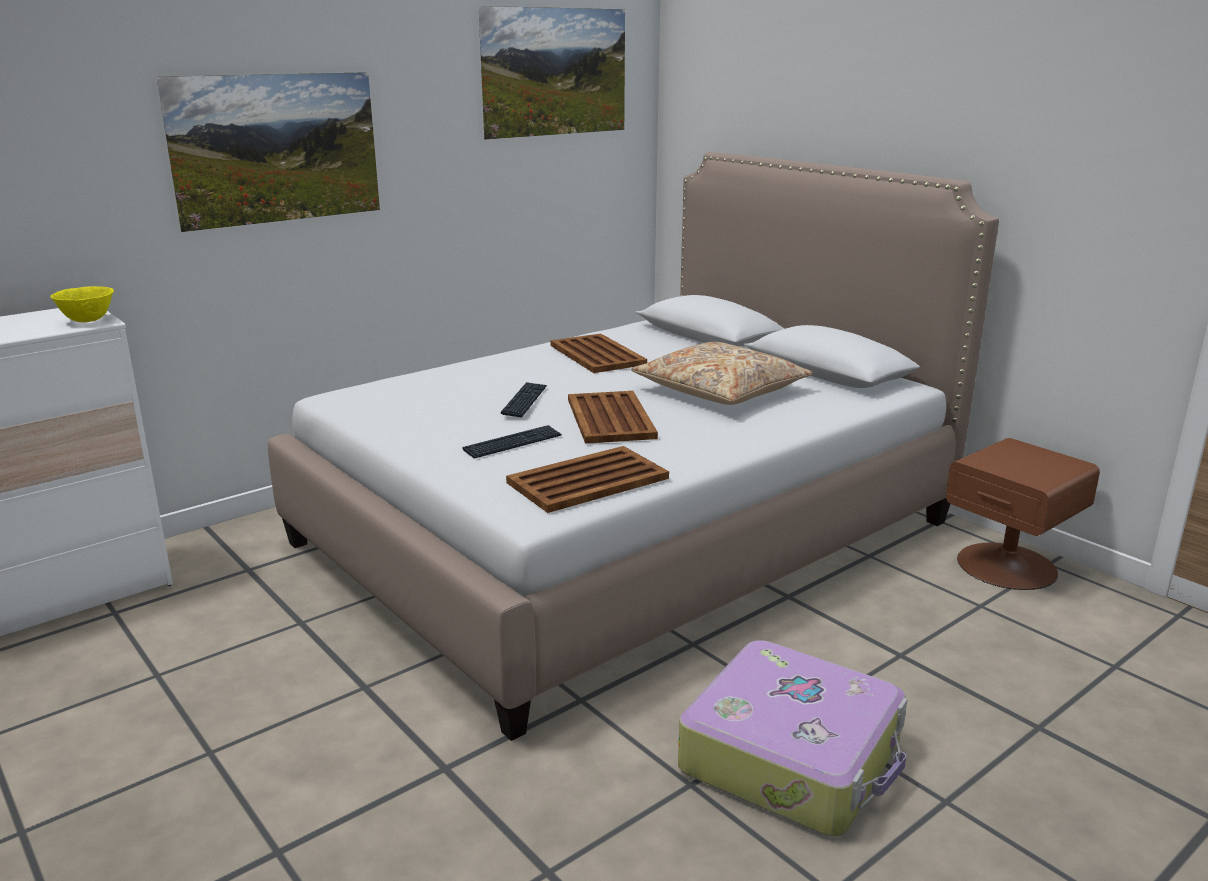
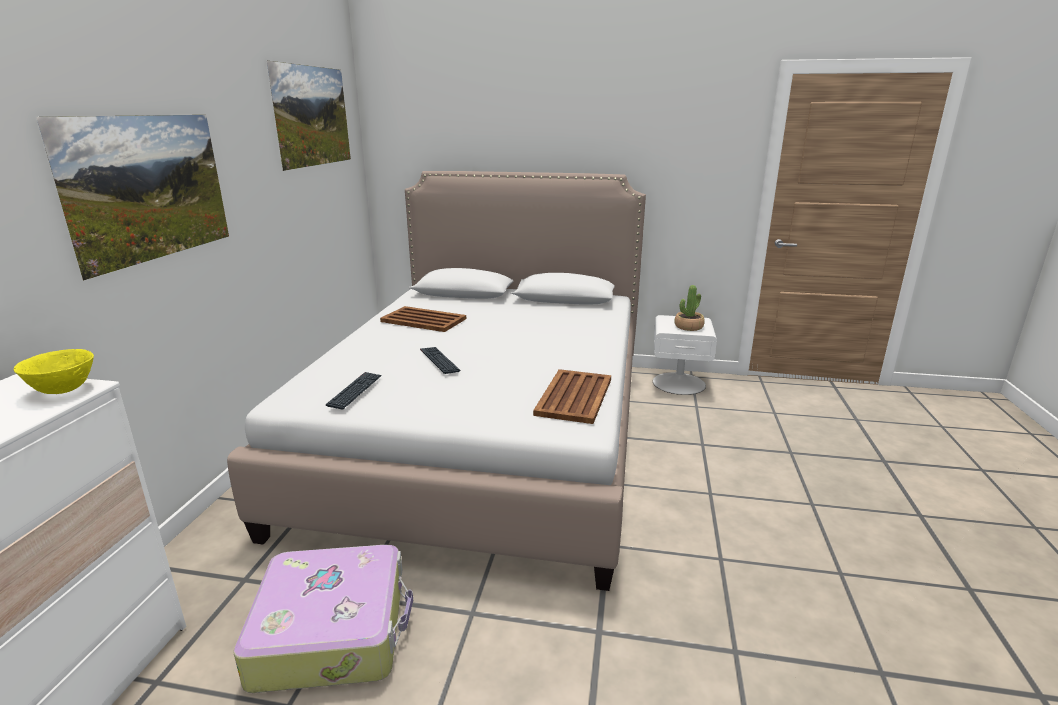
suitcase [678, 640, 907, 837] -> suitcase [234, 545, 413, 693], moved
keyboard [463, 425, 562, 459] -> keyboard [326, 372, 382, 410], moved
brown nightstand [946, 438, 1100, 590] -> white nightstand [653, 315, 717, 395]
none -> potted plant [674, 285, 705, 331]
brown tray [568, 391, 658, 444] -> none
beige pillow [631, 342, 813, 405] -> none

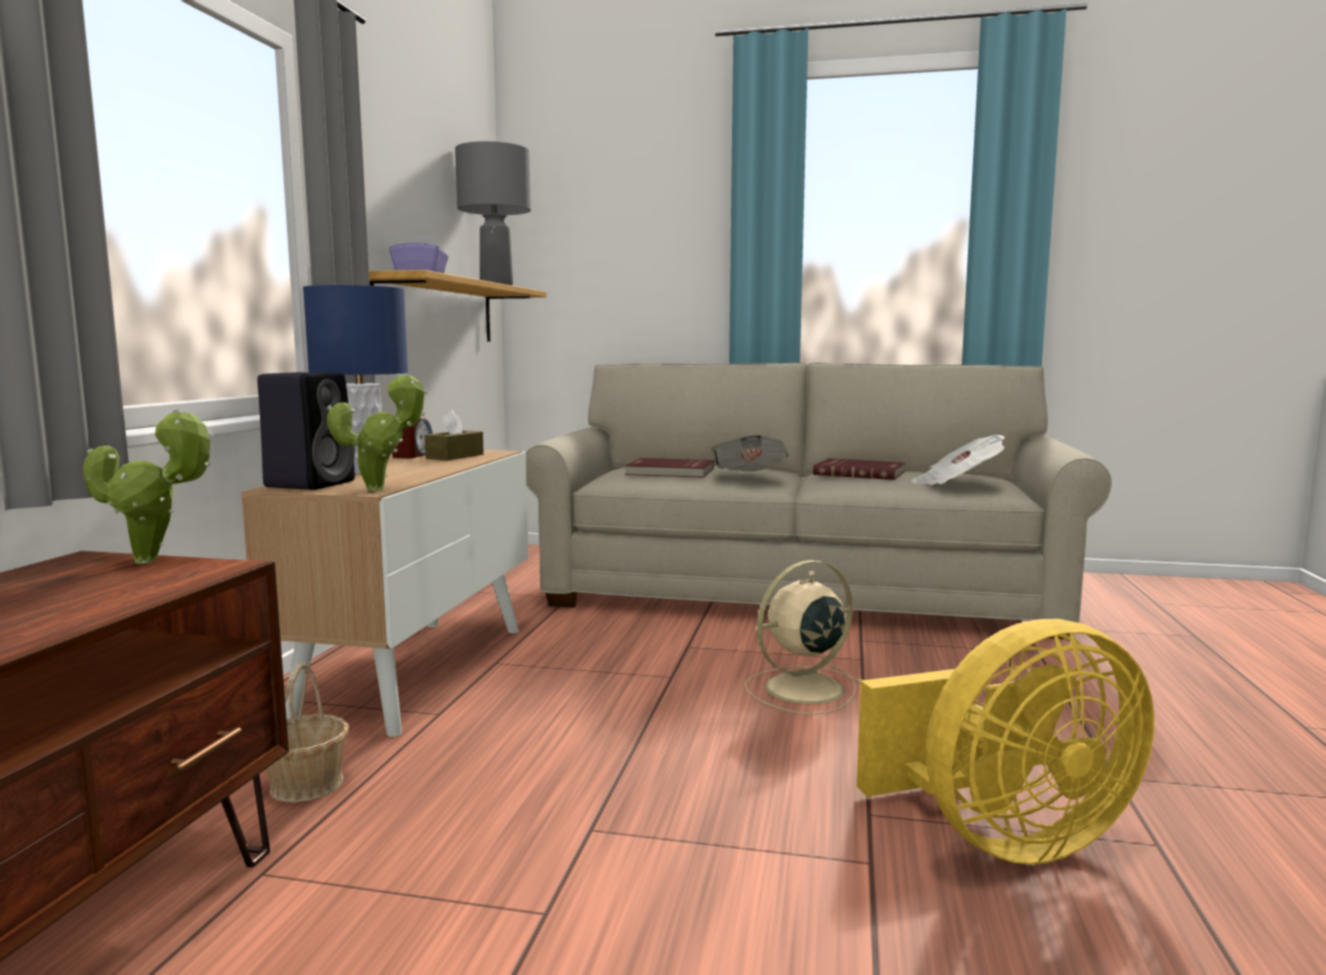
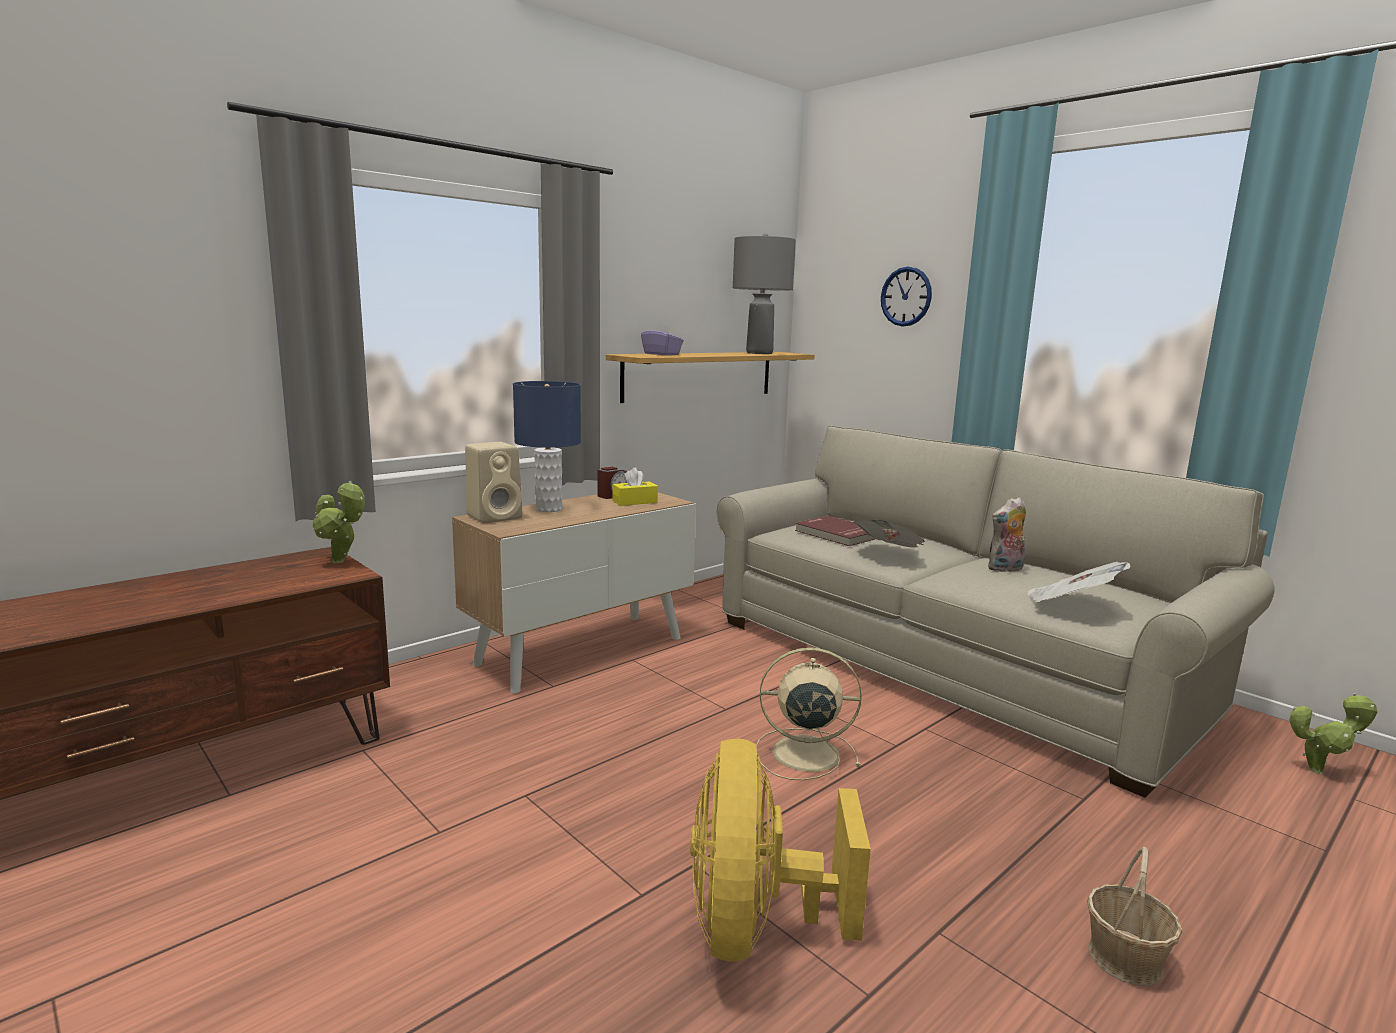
black speaker [257, 372, 355, 490] -> beige speaker [465, 442, 522, 523]
brown tissue box [425, 410, 484, 461] -> yellow tissue box [612, 468, 658, 506]
yellow fan [857, 619, 1154, 865] -> yellow fan [690, 738, 871, 962], 75 degrees clockwise
none -> wall clock [881, 266, 932, 327]
red book [813, 458, 905, 480] -> plush toy [988, 497, 1026, 572]
basket [266, 663, 349, 802] -> basket [1087, 847, 1182, 986], moved
potted plant [327, 374, 428, 491] -> potted plant [1290, 693, 1378, 774], moved

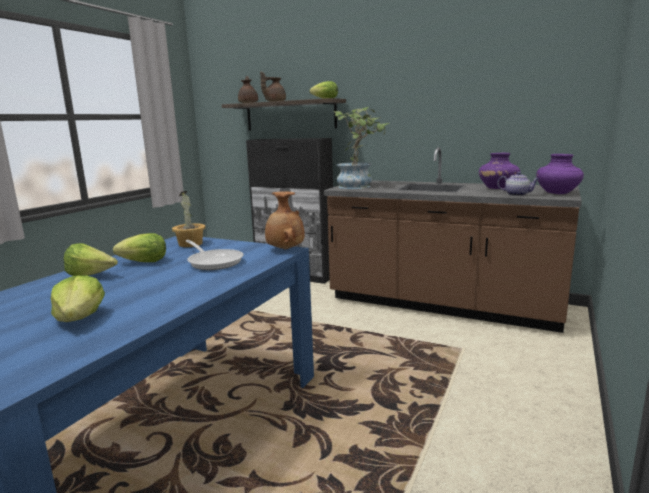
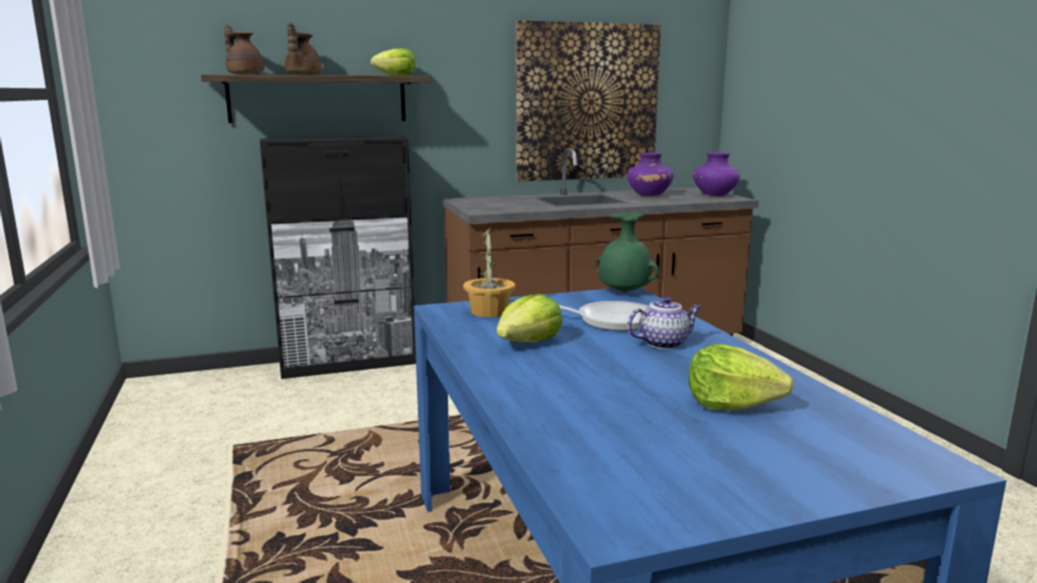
none -> picture [516, 20, 661, 181]
brown vase [265, 191, 305, 250] -> green vase [595, 213, 659, 292]
teapot [497, 172, 540, 196] -> teapot [627, 297, 701, 349], moved
lettuce [64, 243, 118, 276] -> none
potted plant [333, 107, 390, 189] -> none

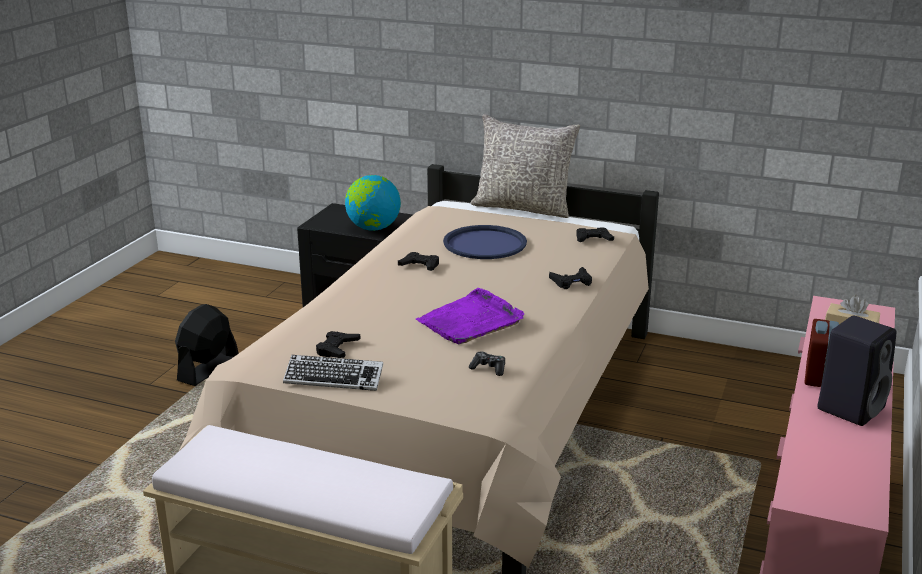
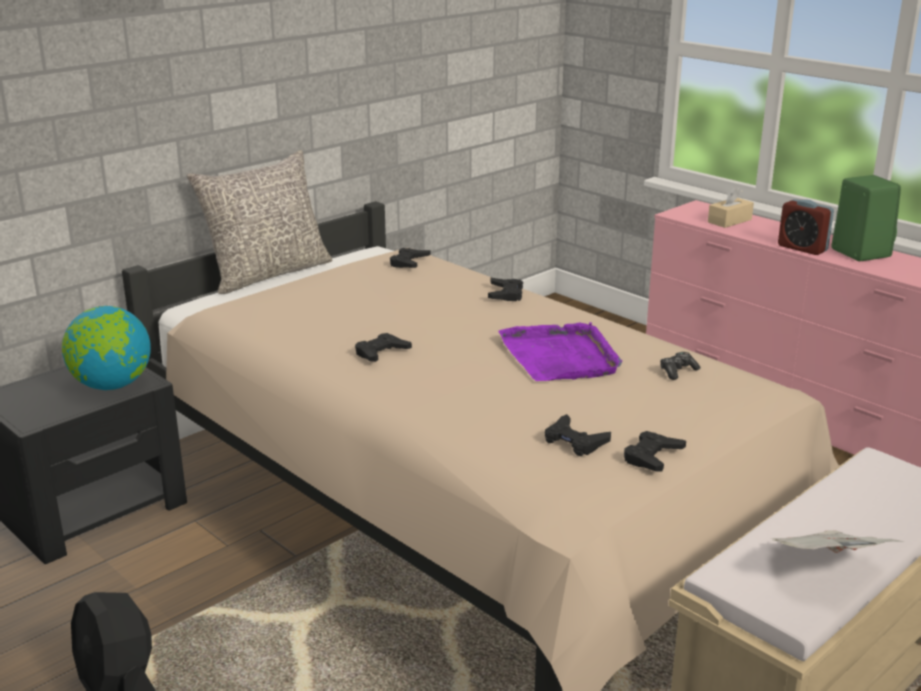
keyboard [283, 355, 383, 391] -> black game controller [624, 431, 686, 471]
none -> newspaper [771, 530, 903, 553]
black speaker [817, 316, 896, 426] -> green speaker [832, 175, 901, 261]
blue tray [443, 225, 527, 259] -> none

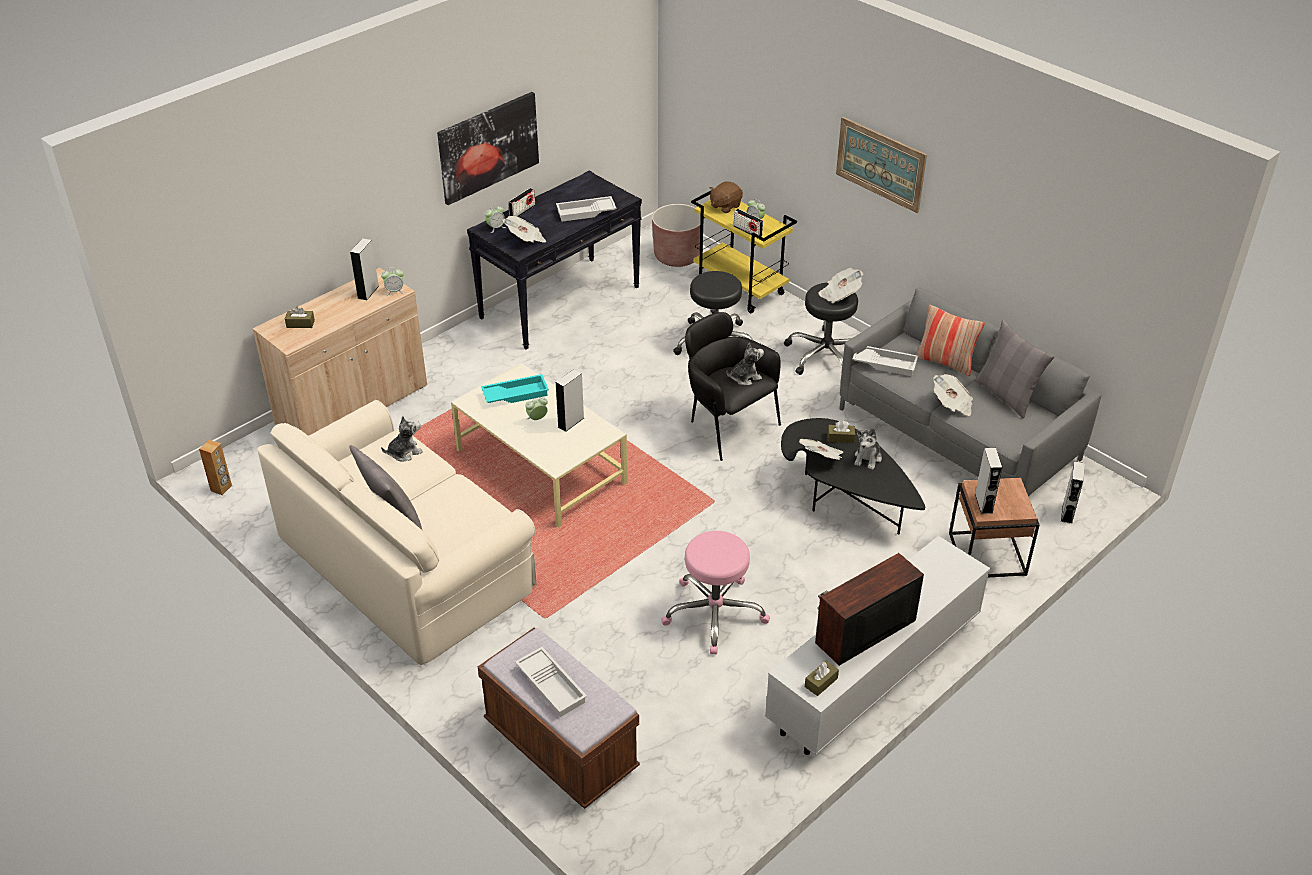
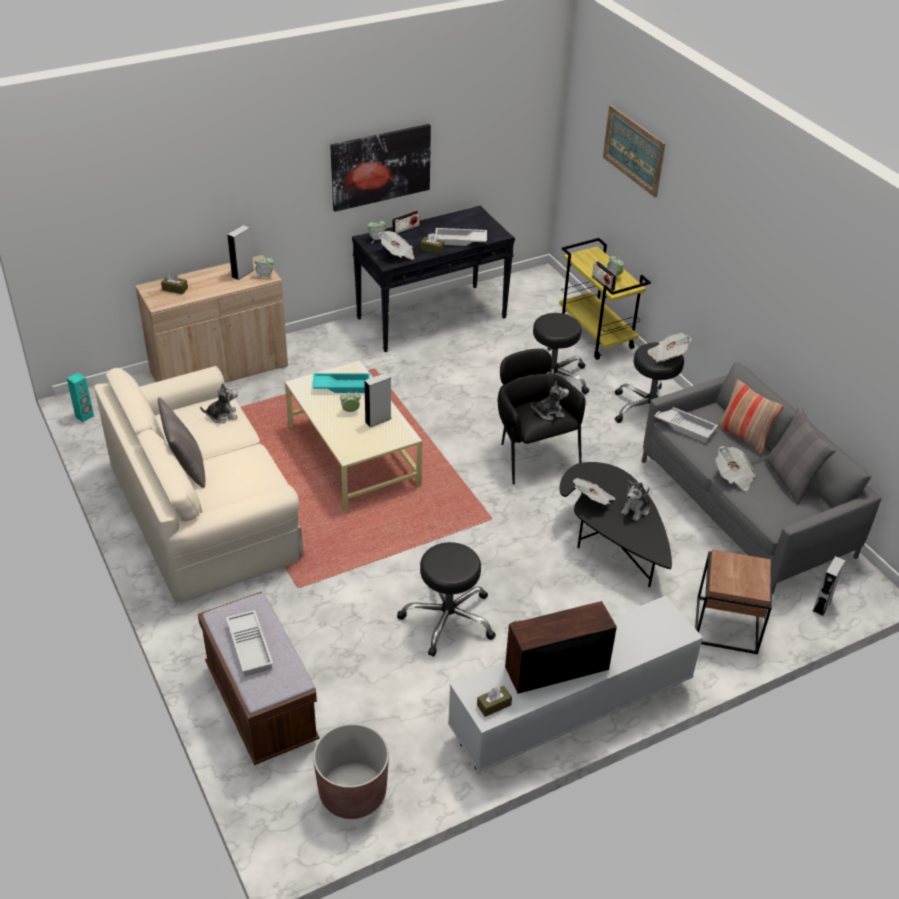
brown speaker [199, 440, 232, 495] -> turquoise speaker [67, 373, 94, 422]
brown planter [652, 204, 704, 267] -> brown planter [313, 723, 389, 819], moved
pink stool [661, 531, 770, 655] -> black stool [397, 542, 496, 657]
brown tissue box [828, 420, 855, 443] -> brown tissue box [421, 233, 444, 254], moved
picture [836, 117, 927, 213] -> picture [603, 105, 665, 197], moved
brown plush toy [710, 181, 743, 213] -> none
grey speaker [975, 448, 1002, 514] -> none

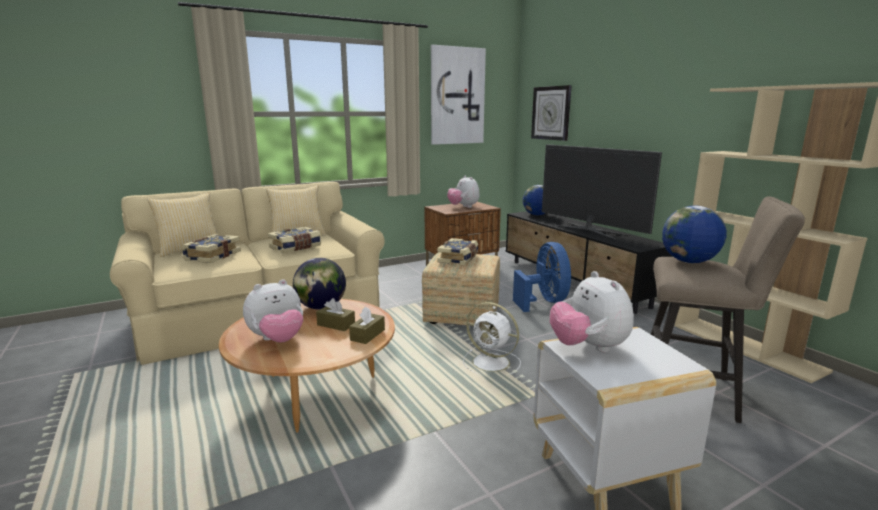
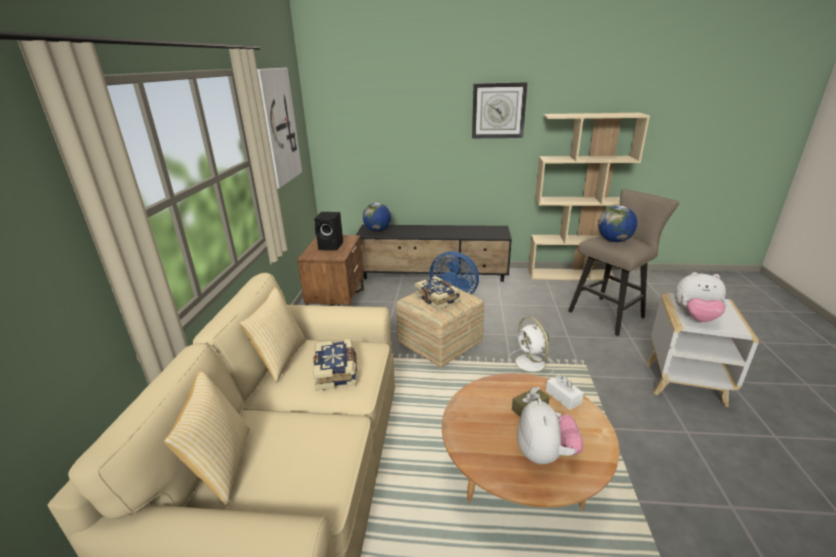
plush toy [447, 176, 480, 208] -> black speaker [314, 212, 343, 250]
wall clock [531, 85, 572, 141] -> wall clock [472, 82, 528, 138], moved
white fan [463, 302, 521, 375] -> white fan [508, 317, 555, 377], 90 degrees clockwise
brown tissue box [349, 307, 385, 344] -> white tissue box [546, 375, 584, 410]
book [181, 234, 241, 263] -> none
globe [293, 258, 346, 309] -> none
television [542, 144, 662, 240] -> none

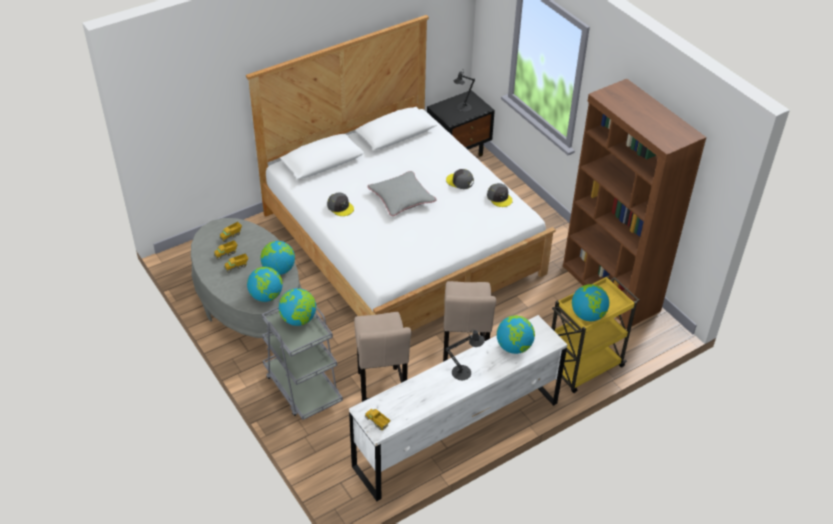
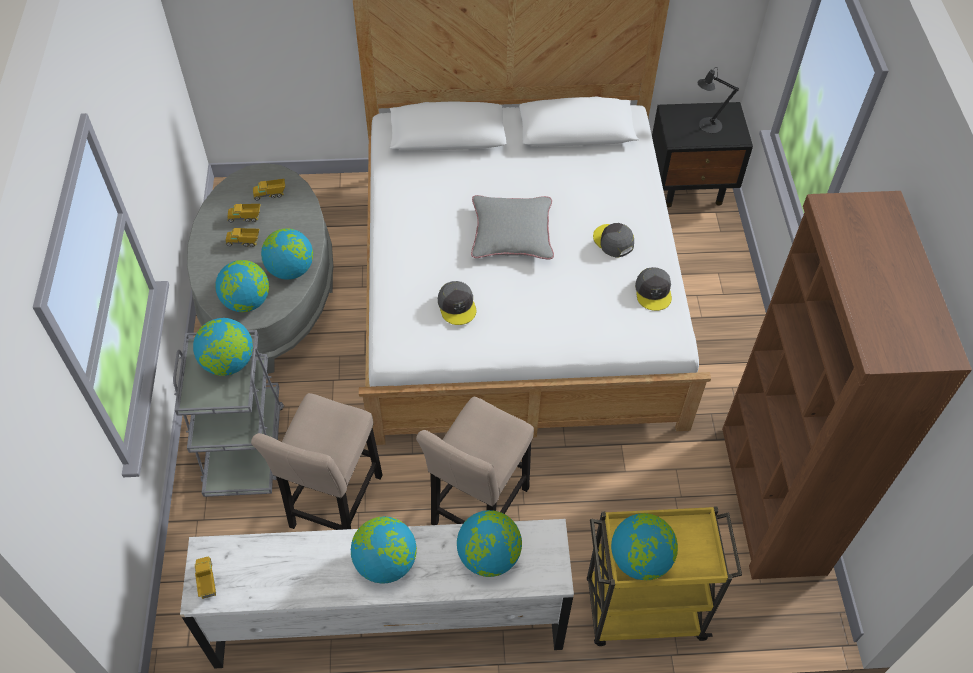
black table lamp [446, 329, 485, 380] -> globe [351, 516, 417, 583]
grey cap [327, 193, 354, 216] -> grey cap [438, 281, 476, 325], moved

